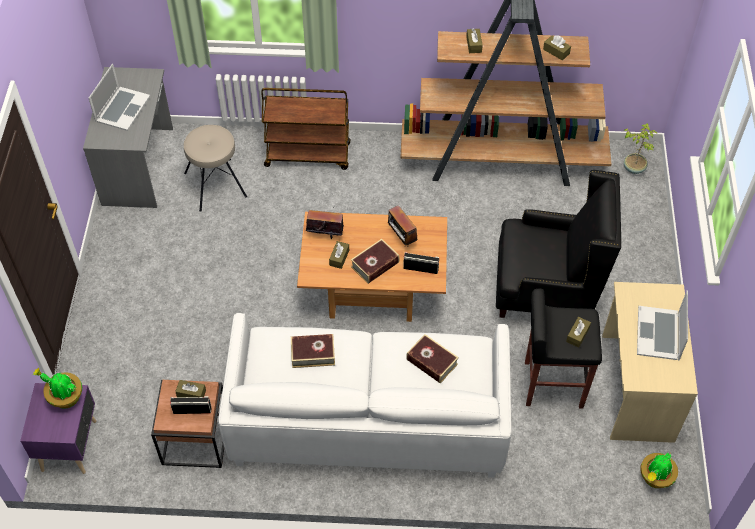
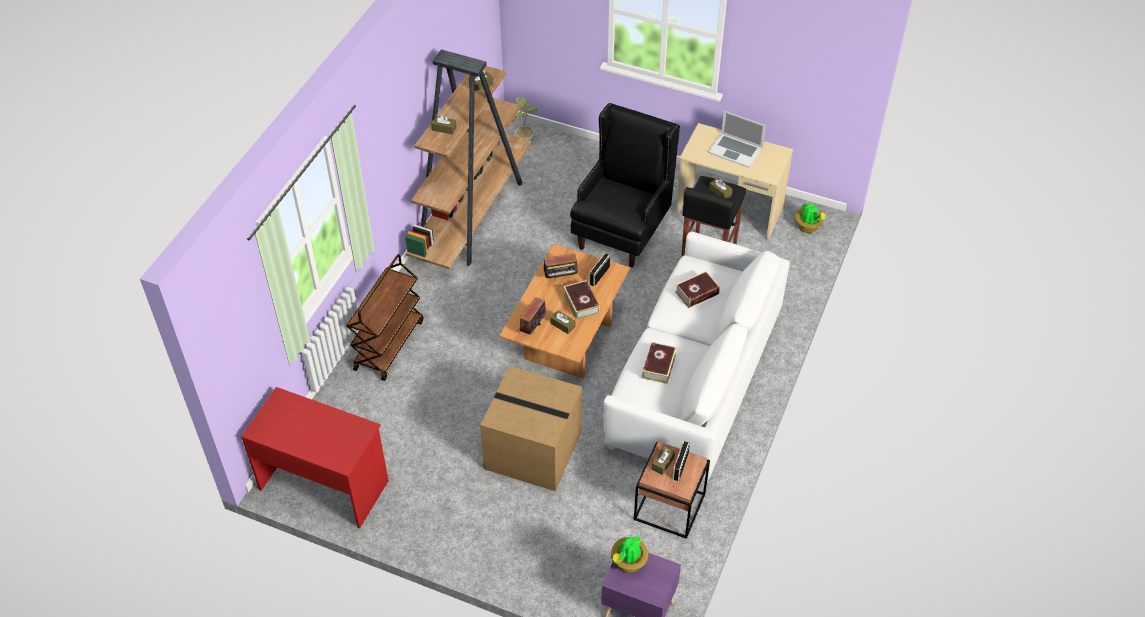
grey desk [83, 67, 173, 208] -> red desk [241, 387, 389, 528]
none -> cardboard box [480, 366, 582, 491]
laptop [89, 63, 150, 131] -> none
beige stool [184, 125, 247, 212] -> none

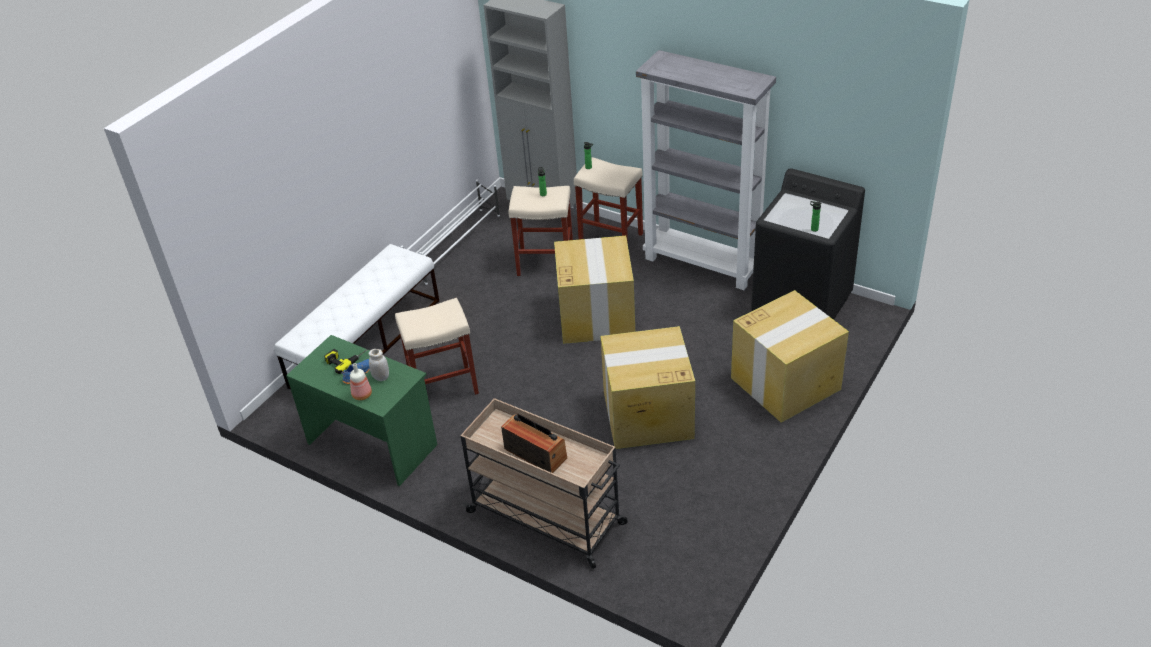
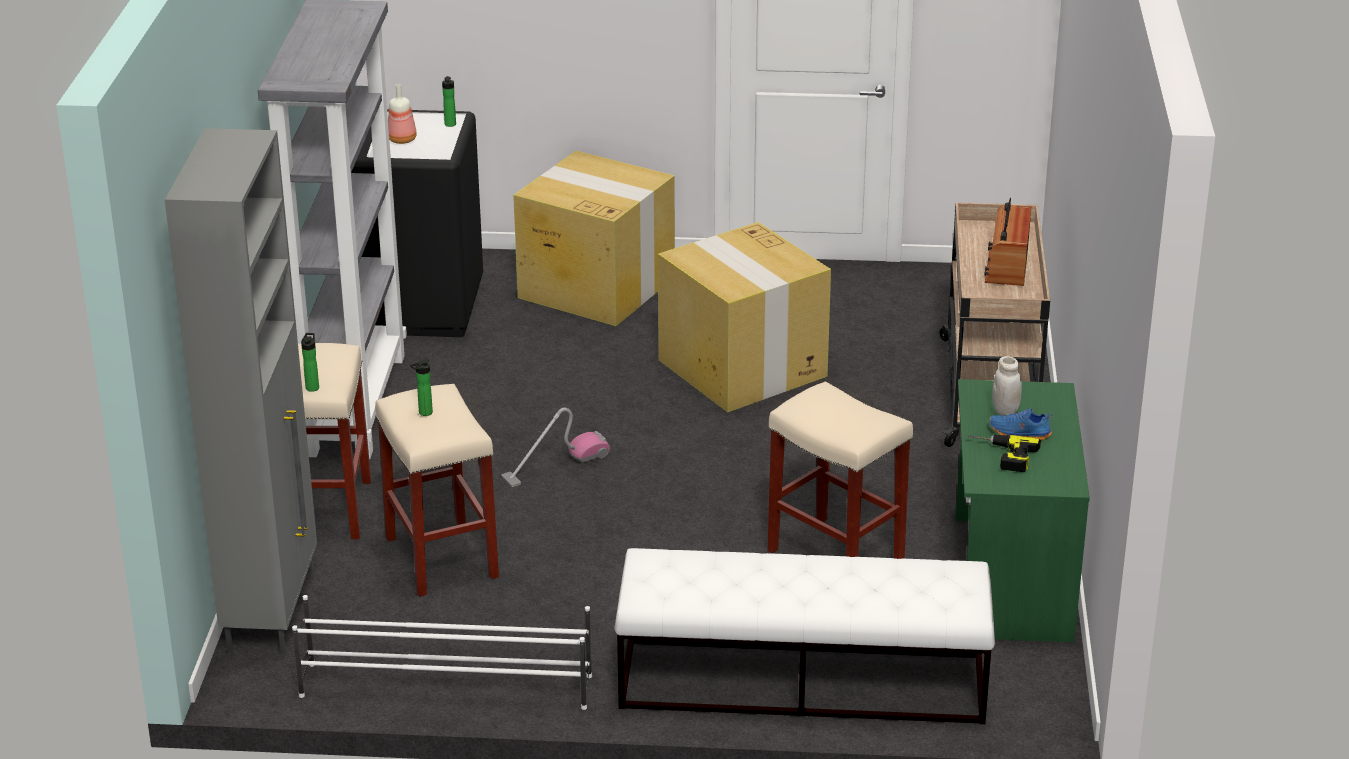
bottle [350, 363, 372, 400] -> bottle [388, 84, 417, 144], moved
cardboard box [554, 236, 635, 344] -> vacuum cleaner [502, 408, 610, 487]

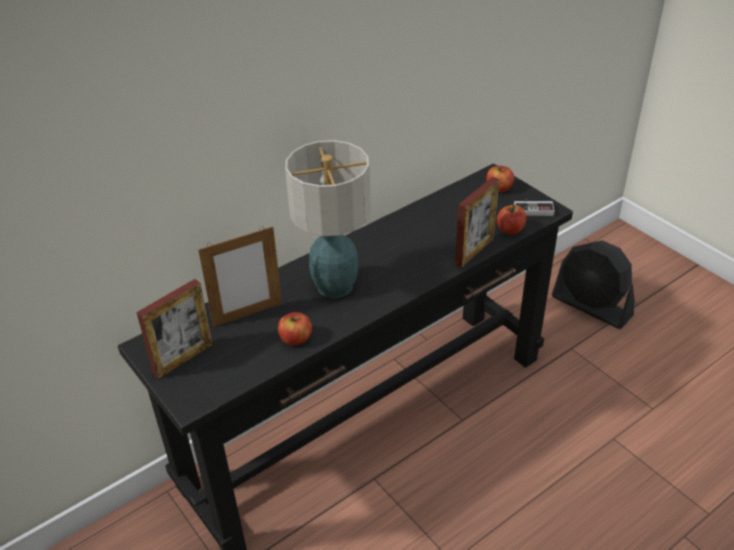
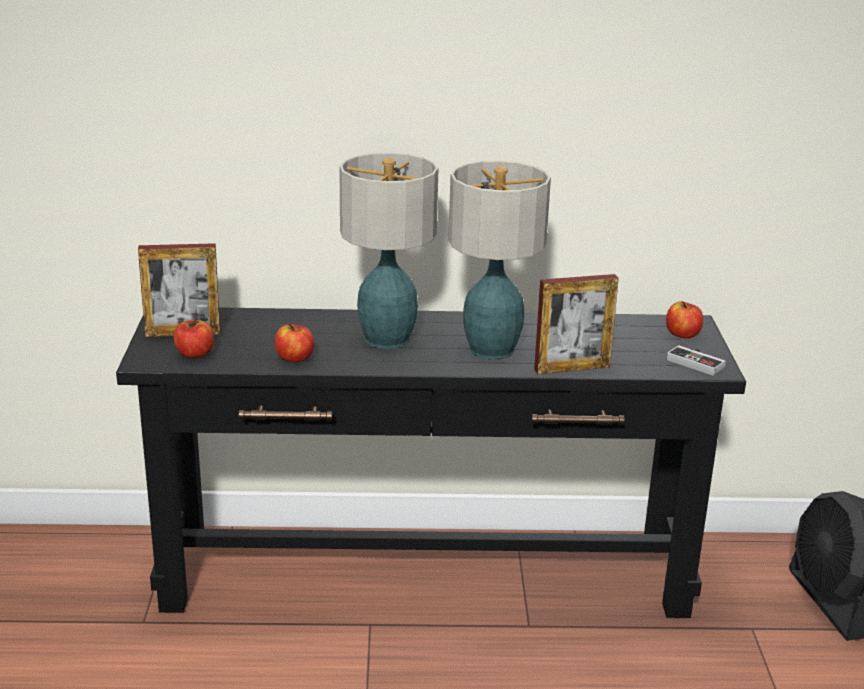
apple [497, 205, 526, 234] -> apple [174, 318, 214, 358], moved
none -> table lamp [448, 160, 551, 360]
picture frame [198, 226, 282, 327] -> none

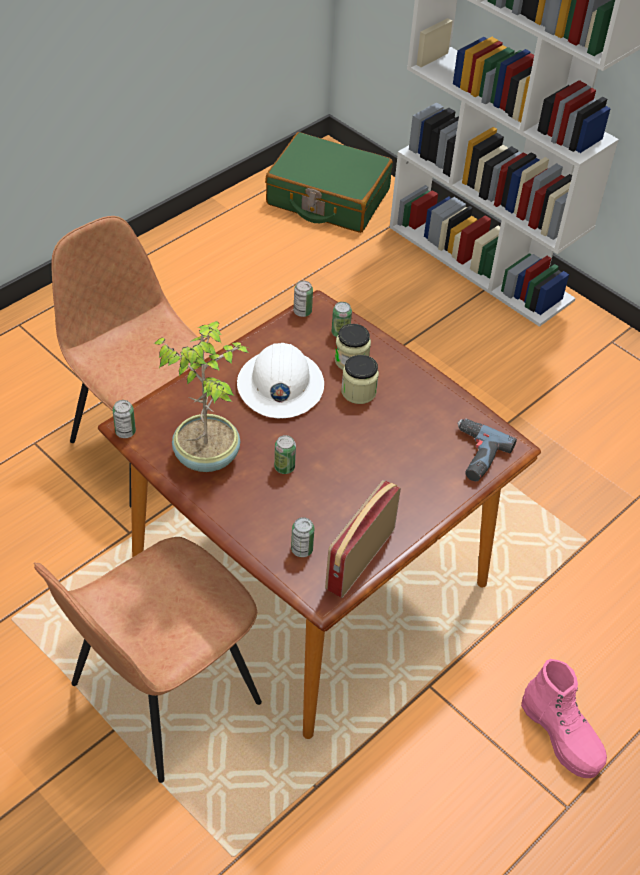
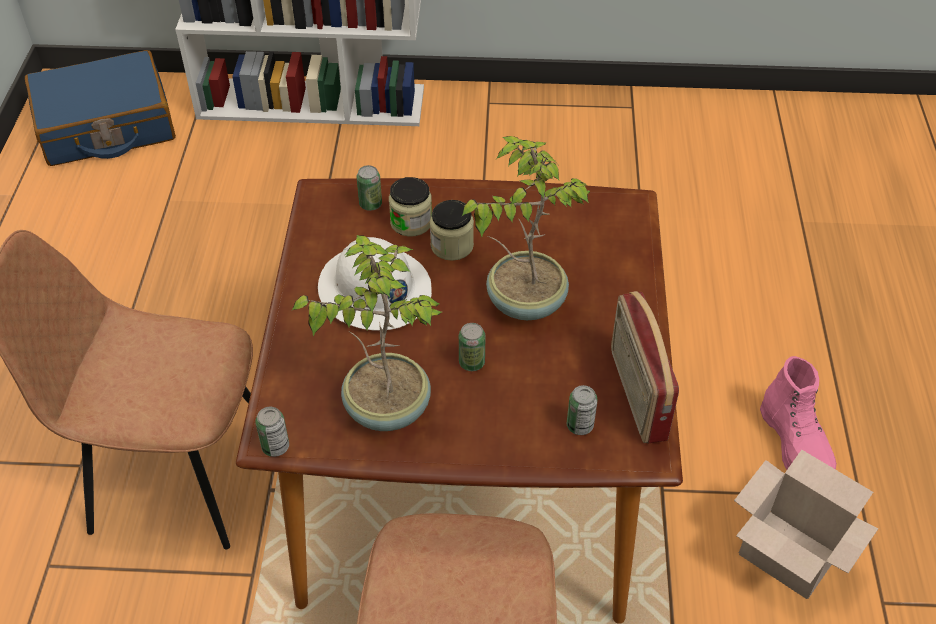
green suitcase [265, 132, 393, 233] -> blue suitcase [25, 50, 176, 166]
none -> potted plant [462, 136, 590, 320]
none -> cardboard box [734, 450, 878, 599]
pink boot [521, 659, 607, 778] -> pink boot [760, 356, 836, 470], 60 degrees clockwise
can [294, 281, 313, 317] -> none
power drill [457, 419, 517, 481] -> none

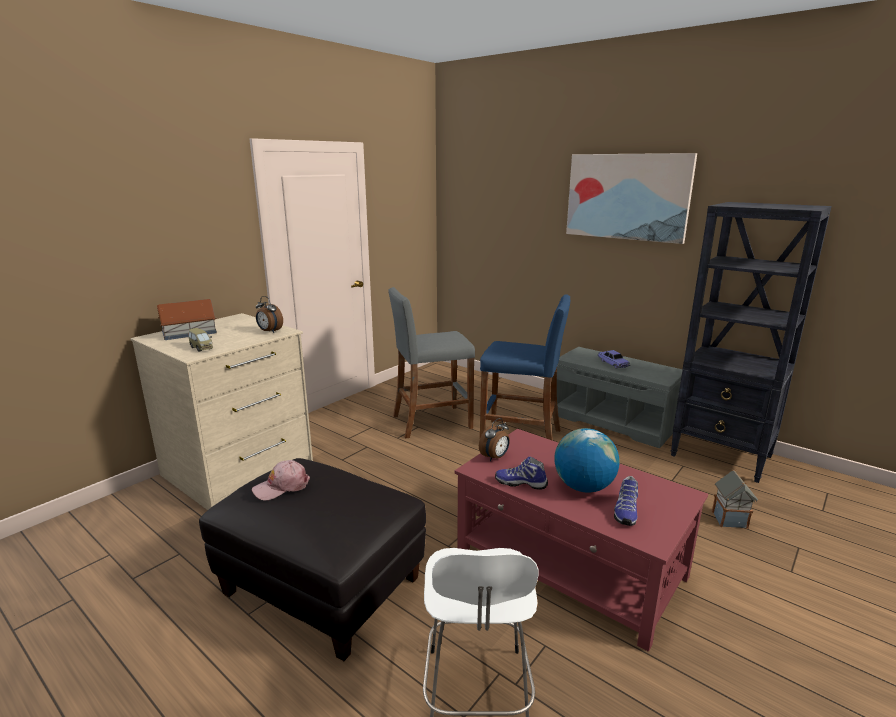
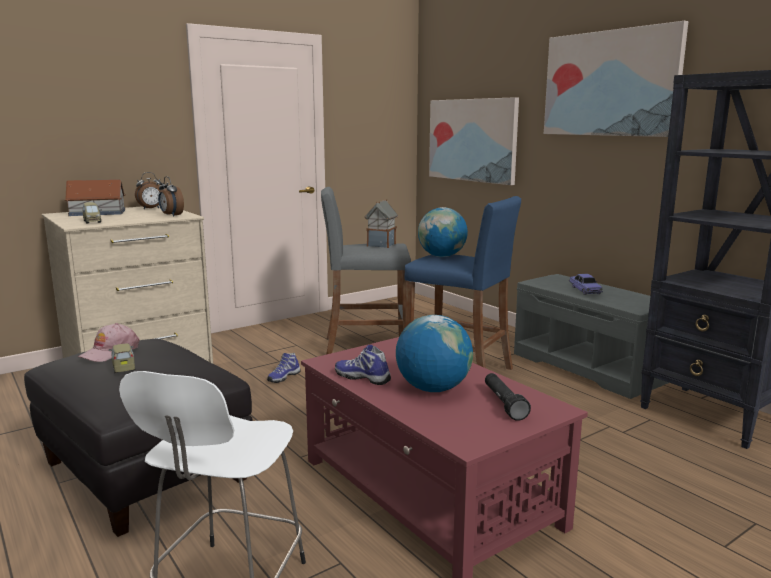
pink cap [252, 460, 310, 501] -> pink cap [78, 323, 139, 362], 45 degrees counterclockwise
none -> toy car [109, 344, 135, 373]
alarm clock [479, 418, 510, 461] -> alarm clock [135, 172, 162, 209], moved
shoe [614, 476, 638, 526] -> shoe [267, 353, 301, 383], moved
toy house [712, 469, 758, 529] -> toy house [365, 199, 398, 248], moved
none -> globe [418, 207, 468, 257]
none -> picture [429, 97, 519, 185]
none -> black flashlight [485, 373, 531, 421]

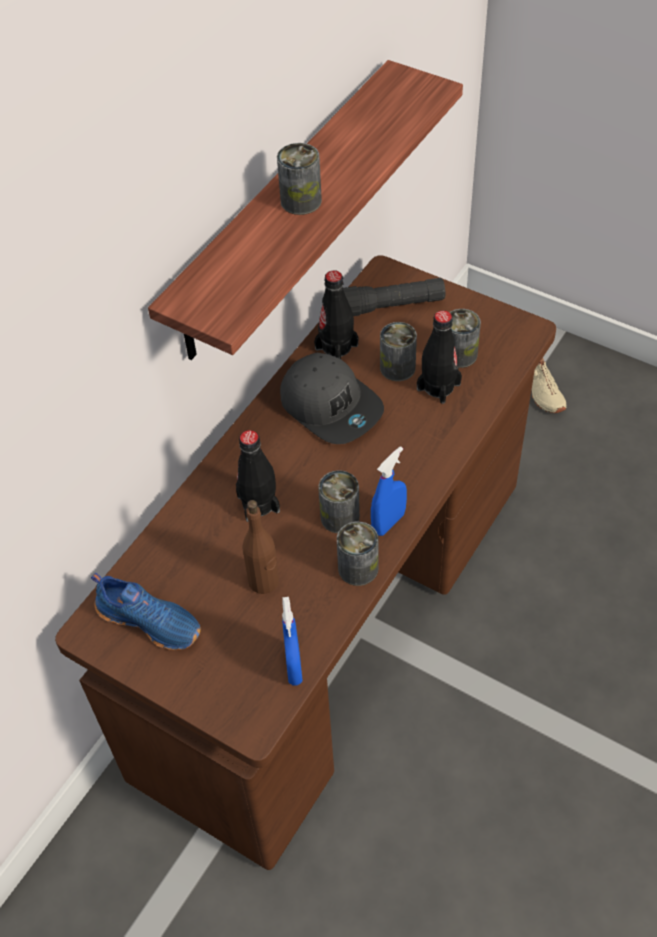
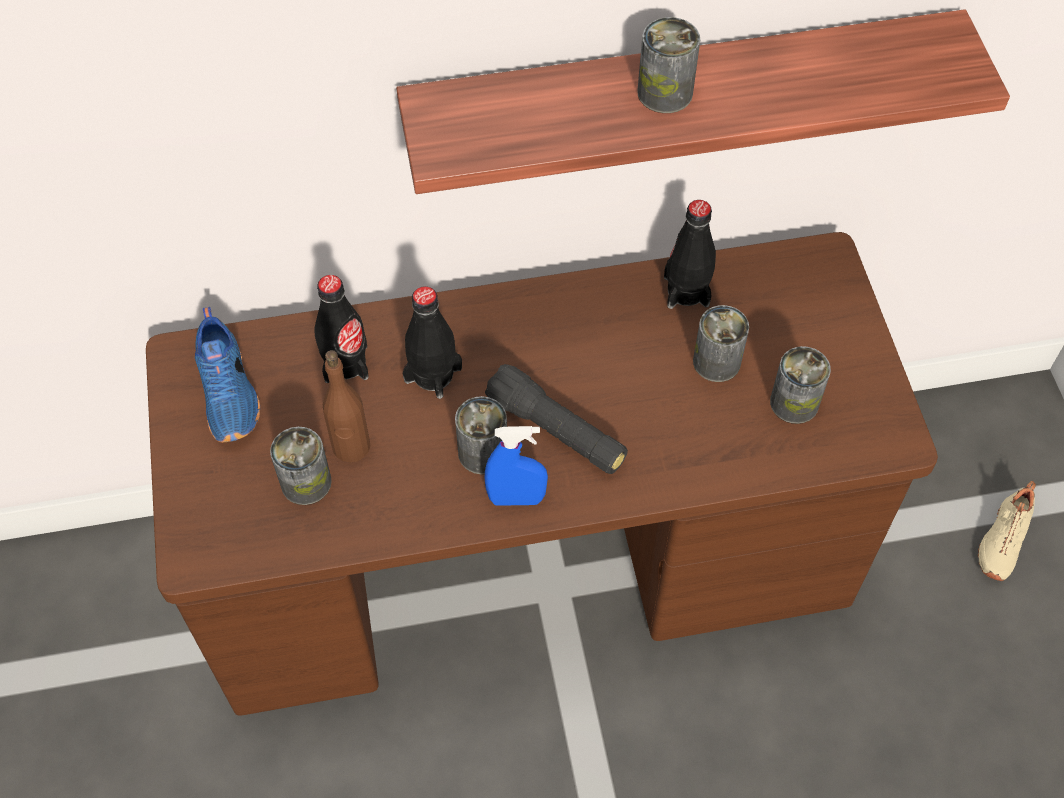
can [337, 522, 378, 586] -> can [270, 427, 332, 505], moved
black bottle [417, 310, 462, 404] -> black bottle [314, 275, 369, 383], moved
black flashlight [343, 278, 445, 316] -> black flashlight [485, 364, 628, 474], moved
grey cap [280, 353, 384, 444] -> none
blue spray bottle [282, 597, 303, 686] -> none

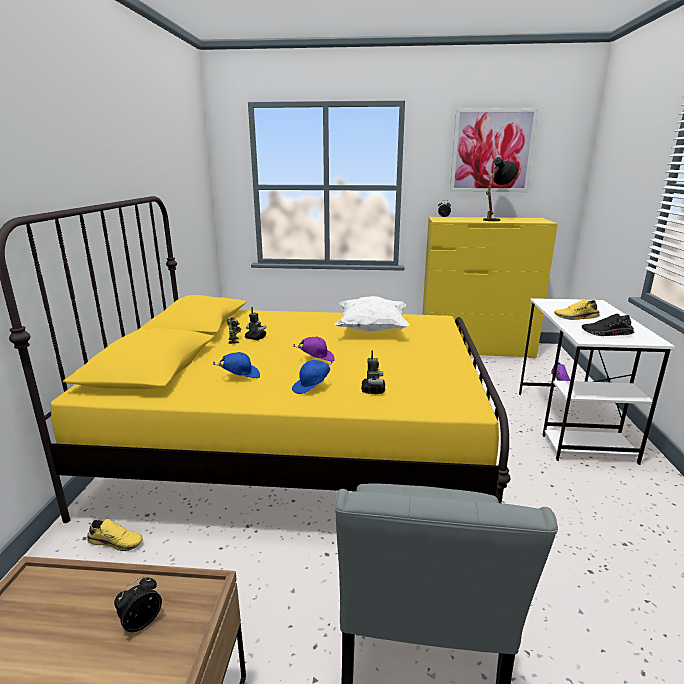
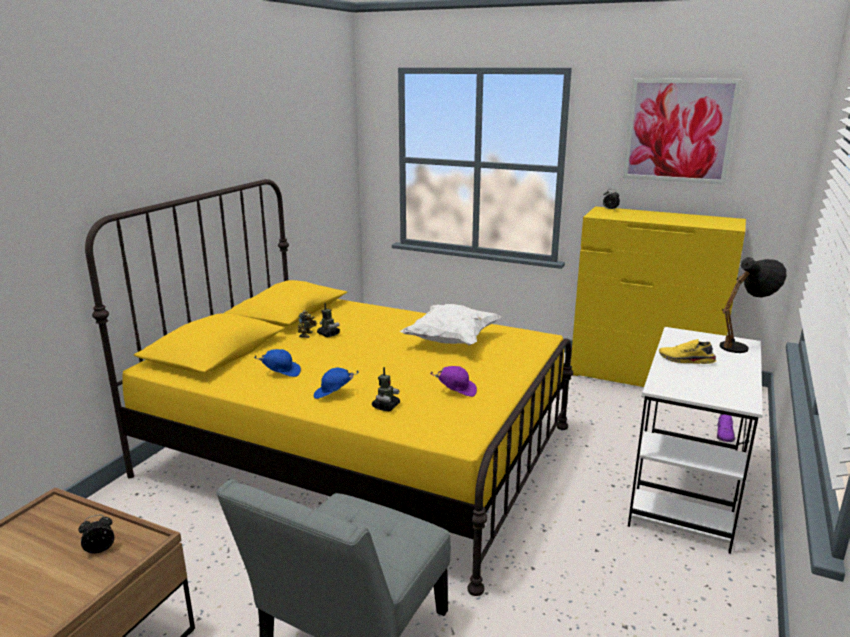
purple cap [293, 337, 335, 361] -> purple cap [430, 366, 477, 397], moved
black table lamp [483, 157, 519, 221] -> black table lamp [720, 257, 787, 353], moved
yellow shoe [87, 519, 143, 551] -> none
black shoe [582, 314, 634, 336] -> none

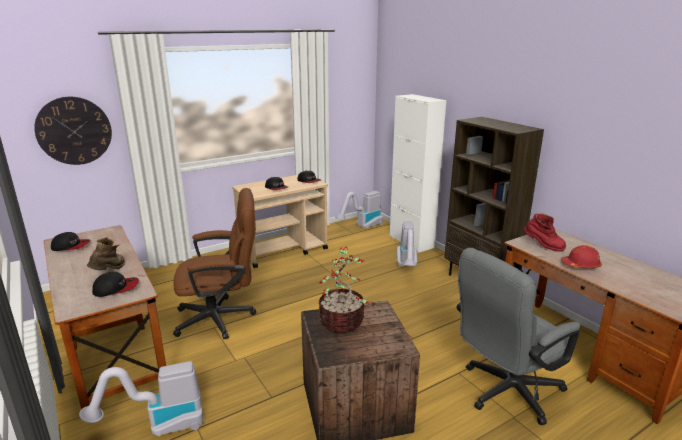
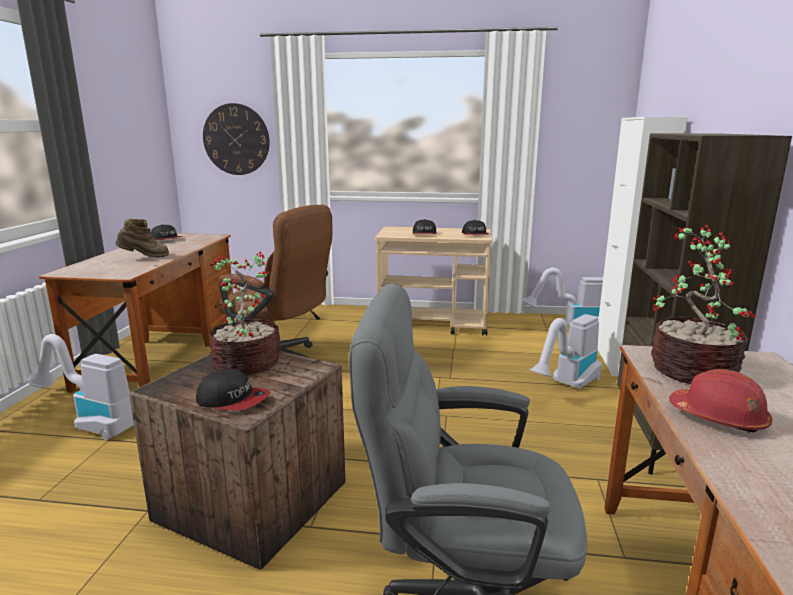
cap [92, 272, 139, 297] -> cap [196, 369, 270, 411], moved
red boot [524, 213, 566, 251] -> potted plant [651, 224, 756, 384]

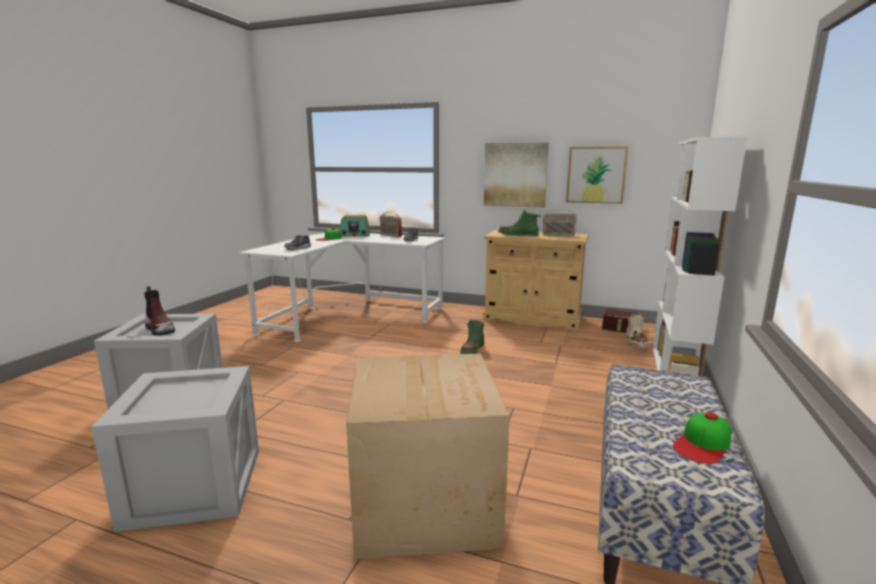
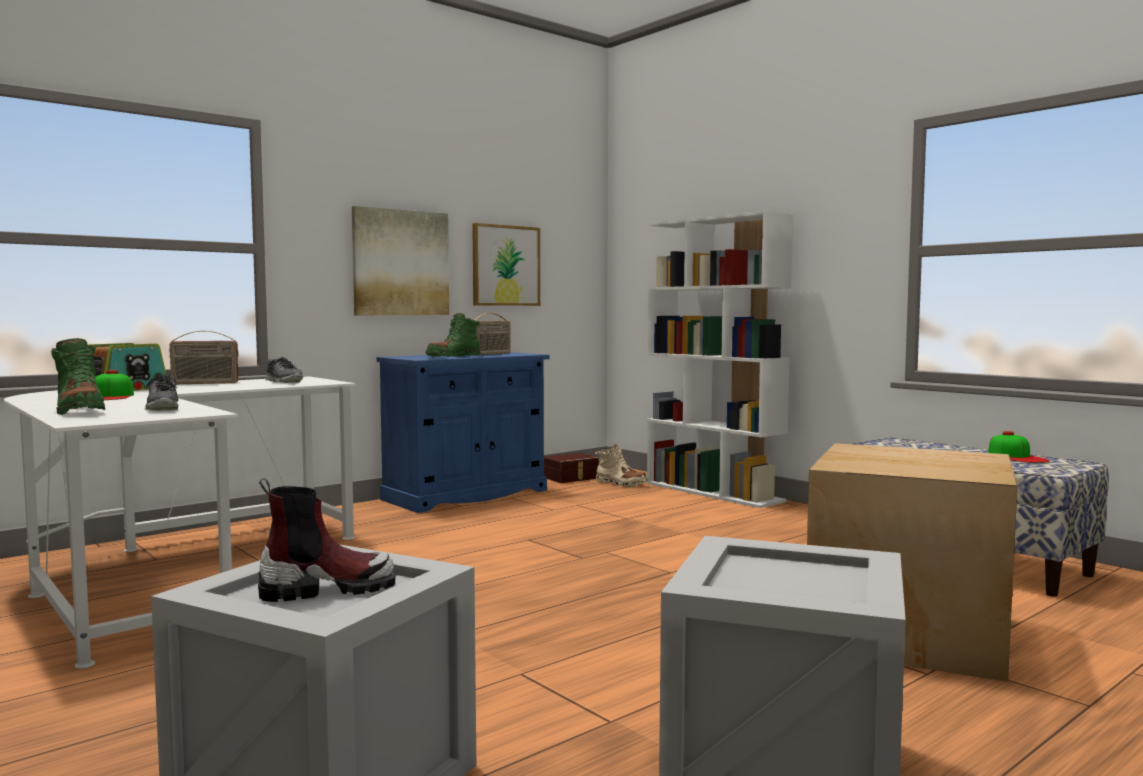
green boot [460, 320, 484, 354] -> green boot [51, 338, 105, 415], moved
beige cabinet [483, 230, 589, 331] -> blue cabinet [376, 352, 549, 513]

